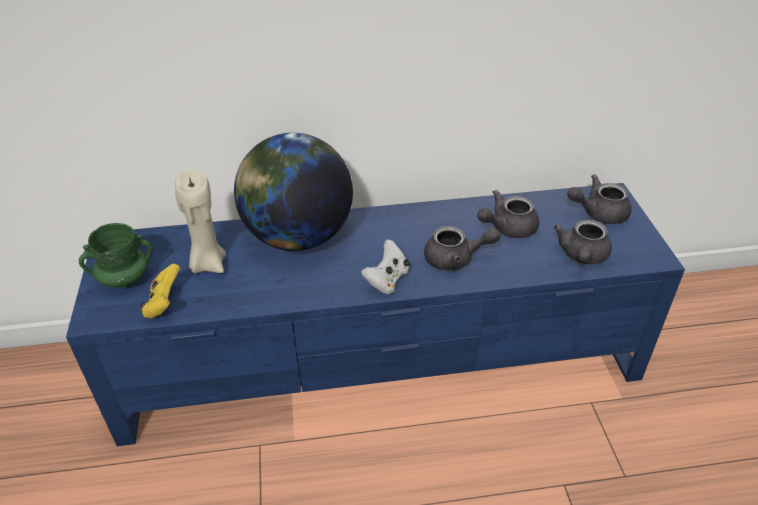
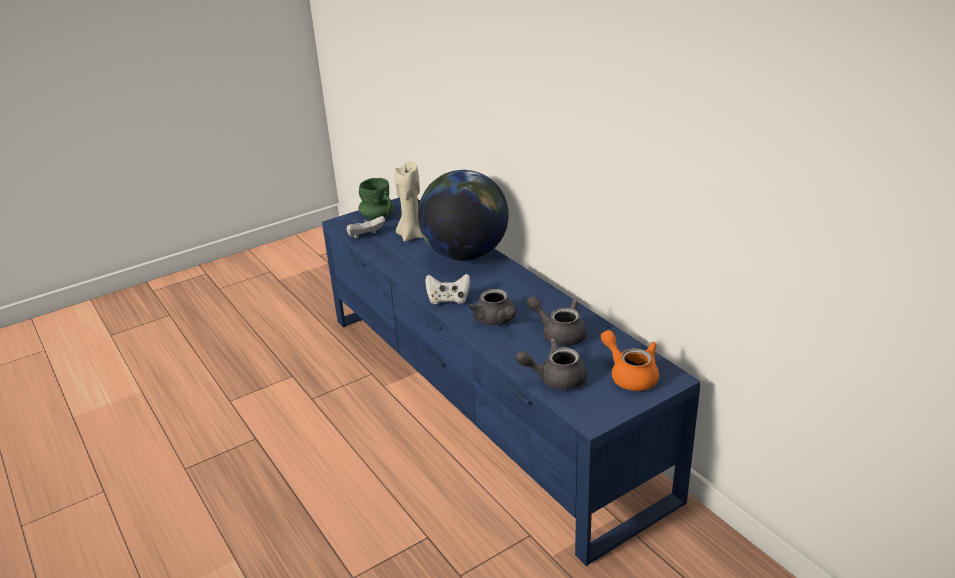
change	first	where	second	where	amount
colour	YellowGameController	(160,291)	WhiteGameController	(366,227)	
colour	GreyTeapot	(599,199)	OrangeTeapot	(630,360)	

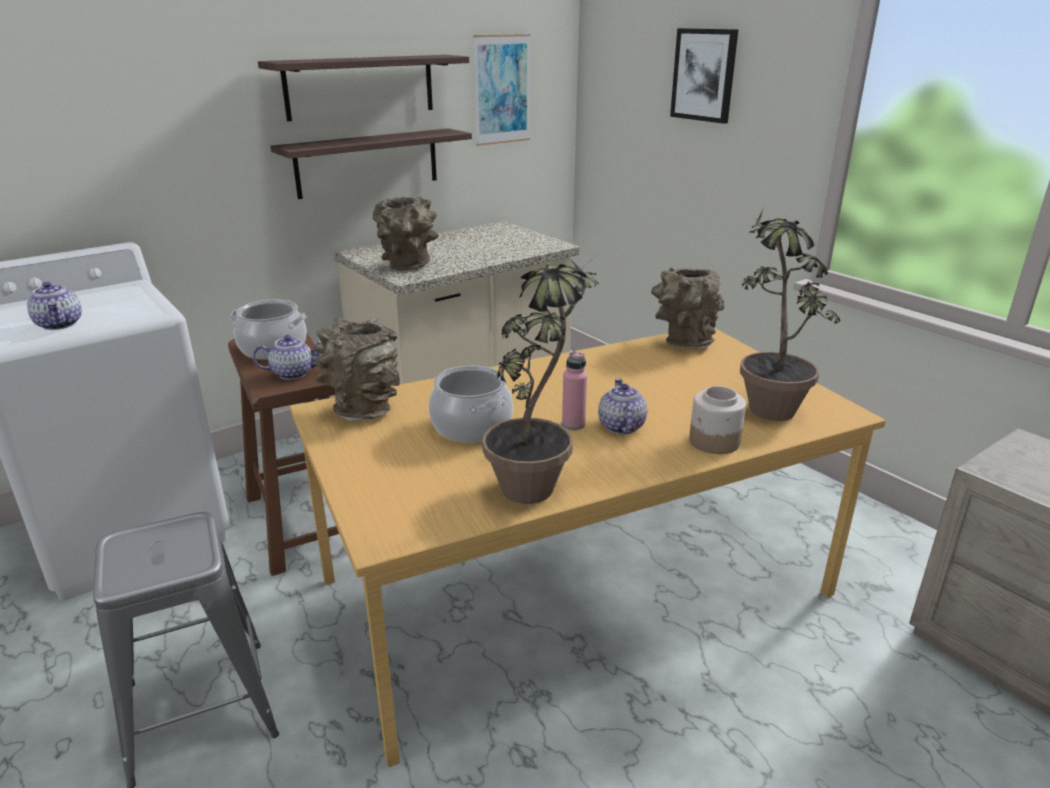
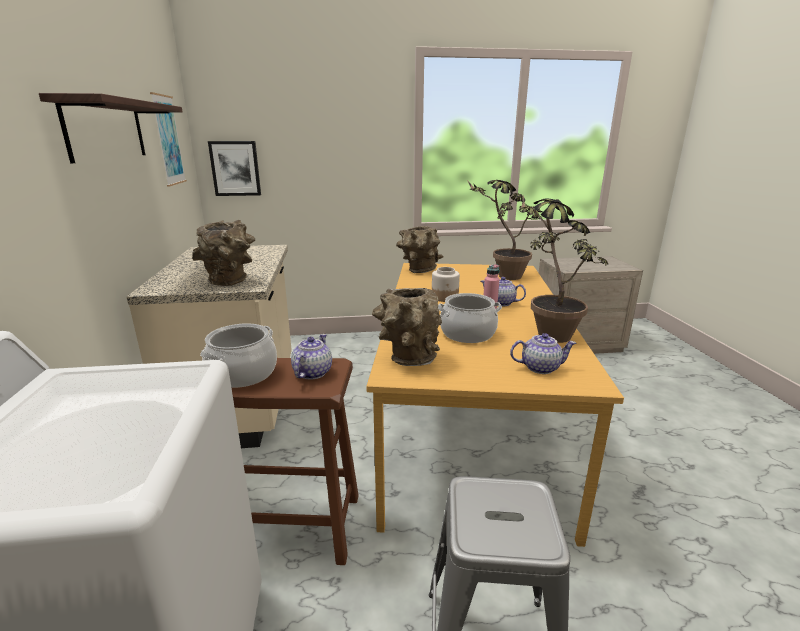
change	first	where	second	where	amount
missing	Shelf	(371,163)			
relocated	Teapot	(54,306)		(543,353)	
relocated	Picture	(704,76)		(234,168)	
relocated	Jar	(717,420)		(446,284)	

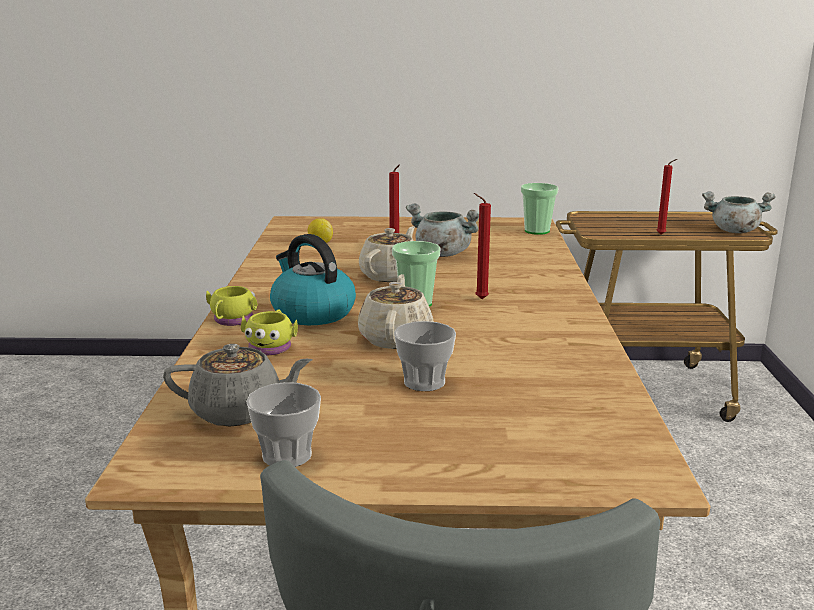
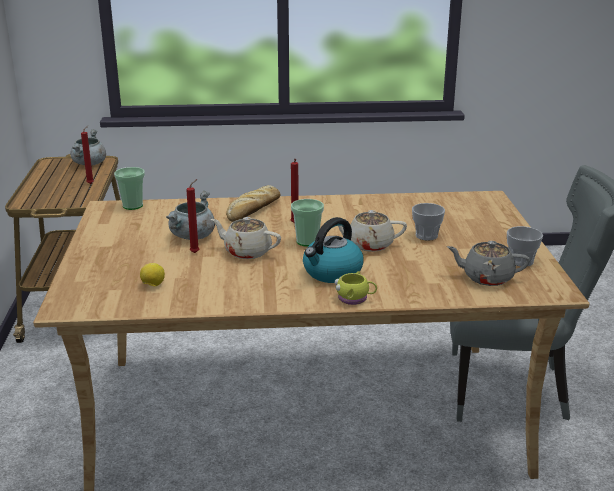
change	first	where	second	where	amount
missing	YellowMug	(269,332)			
appeared			Bread	(253,203)	
spun	GreyTeapot	(237,385)		(488,263)	75 degrees counterclockwise

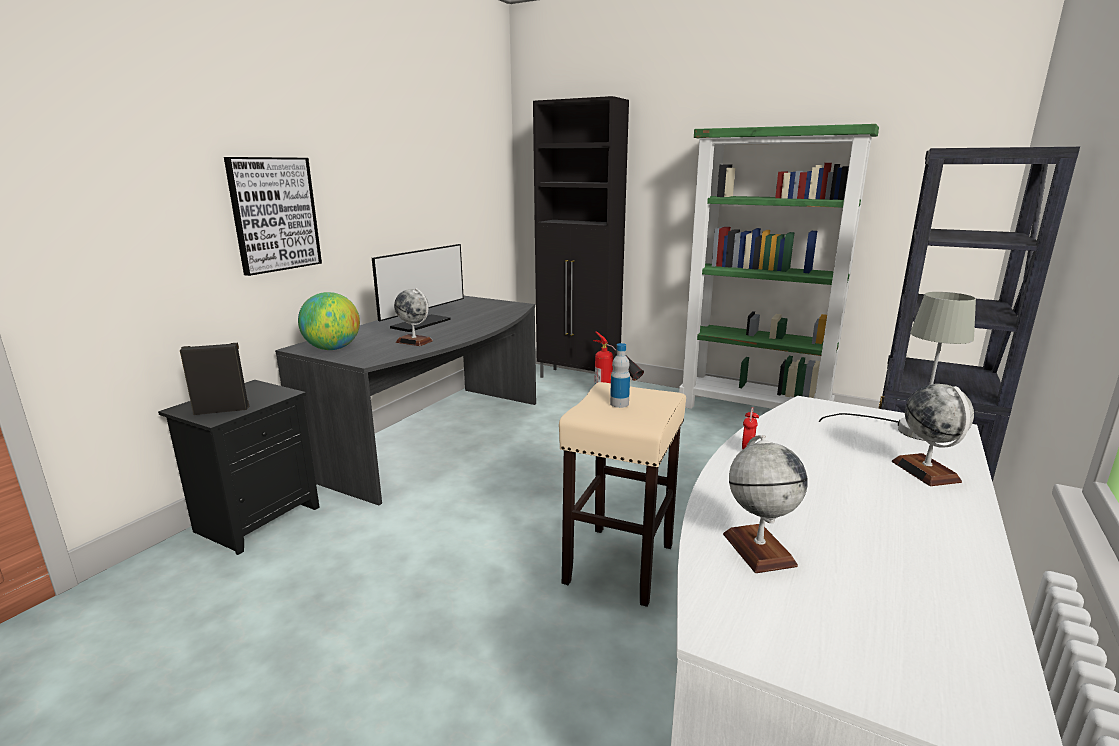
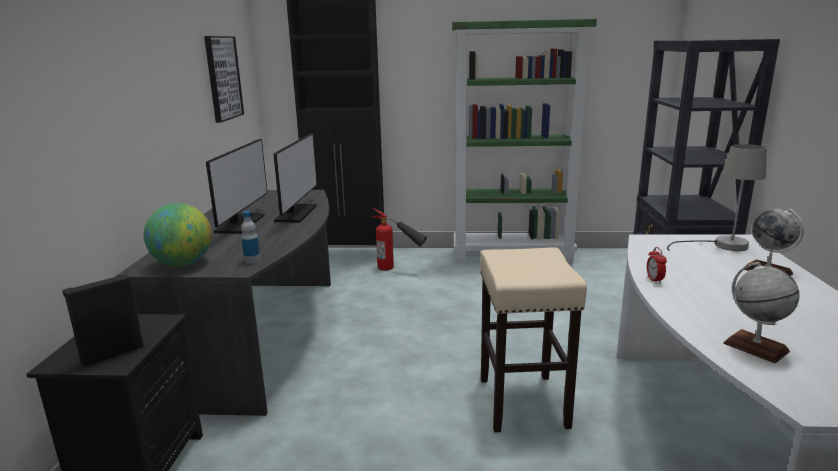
change	first	where	second	where	amount
missing	Globe	(413,317)			
appeared			Monitor	(295,178)	
relocated	Picture	(273,216)		(224,79)	
relocated	Bottle	(620,375)		(250,237)	

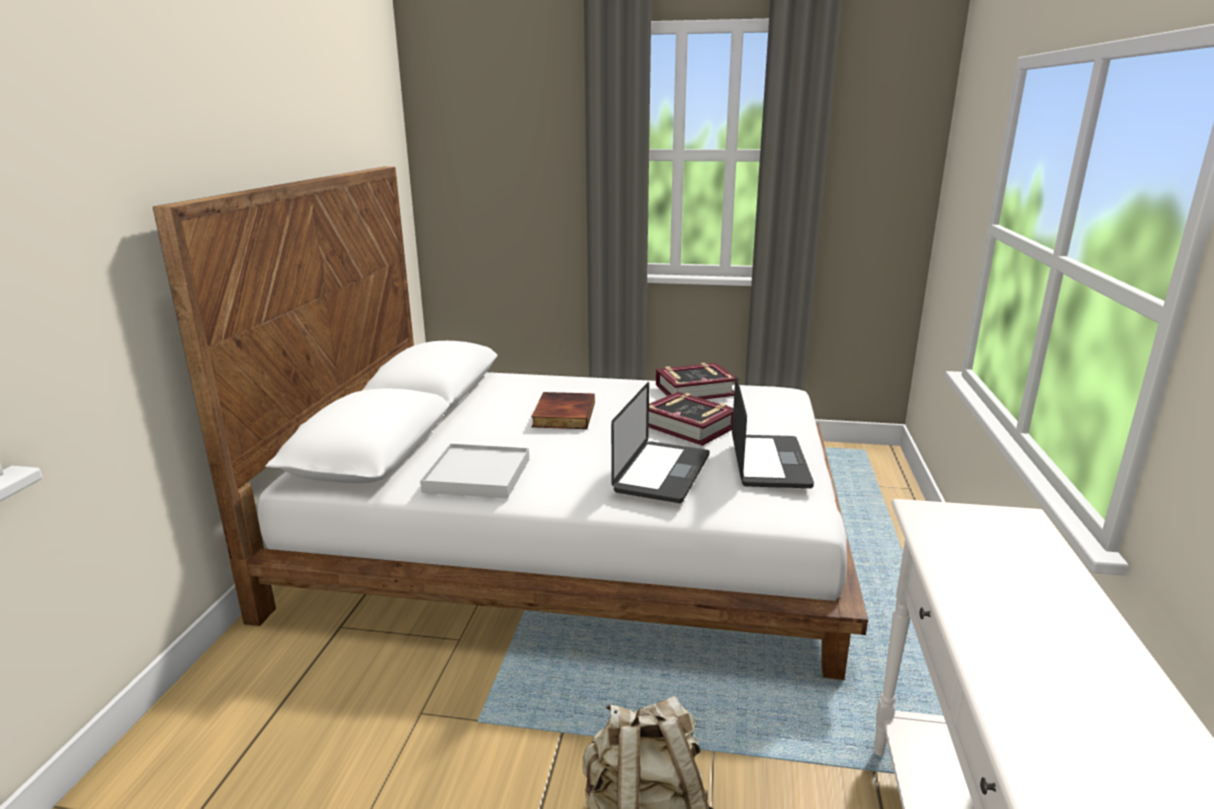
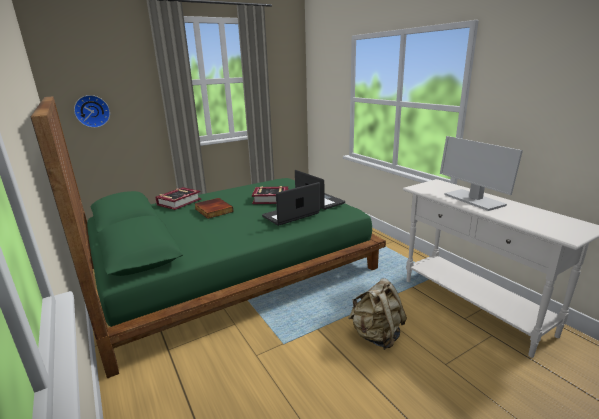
change	first	where	second	where	amount
missing	WhiteTray	(474,470)			
appeared			WallClock	(92,111)	
appeared			Monitor	(481,173)	
relocated	Book	(697,381)		(178,198)	
colour	WhiteBed	(510,423)	GreenBed	(208,237)	
spun	Laptop	(660,442)		(291,204)	105 degrees counterclockwise

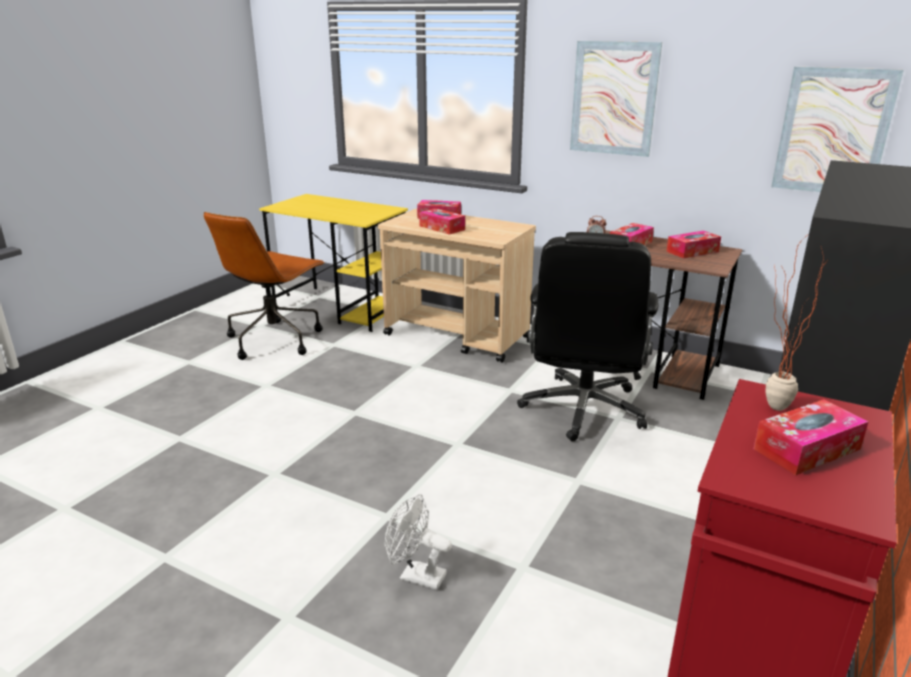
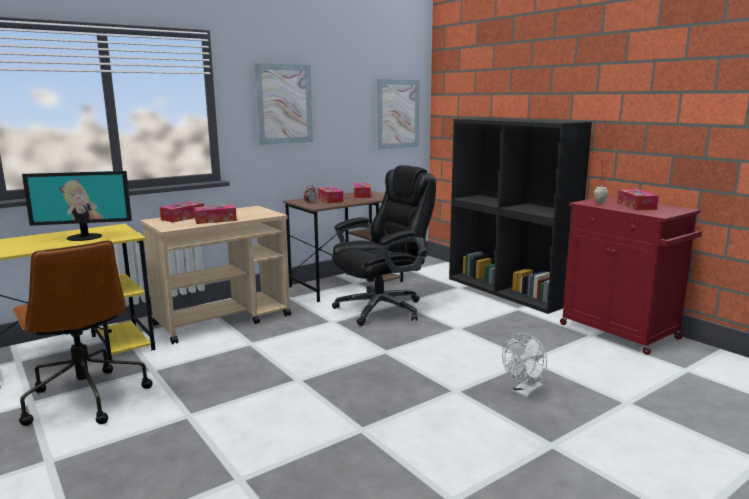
change	first	where	second	where	amount
appeared			Monitor	(77,206)	
spun	BlackOfficeChair	(587,337)		(384,245)	75 degrees counterclockwise

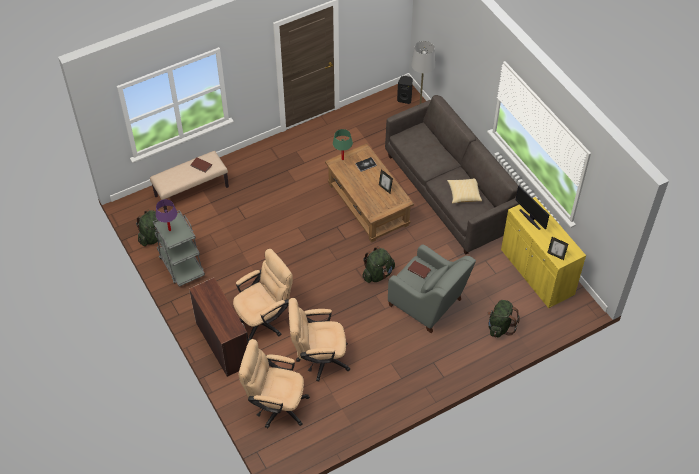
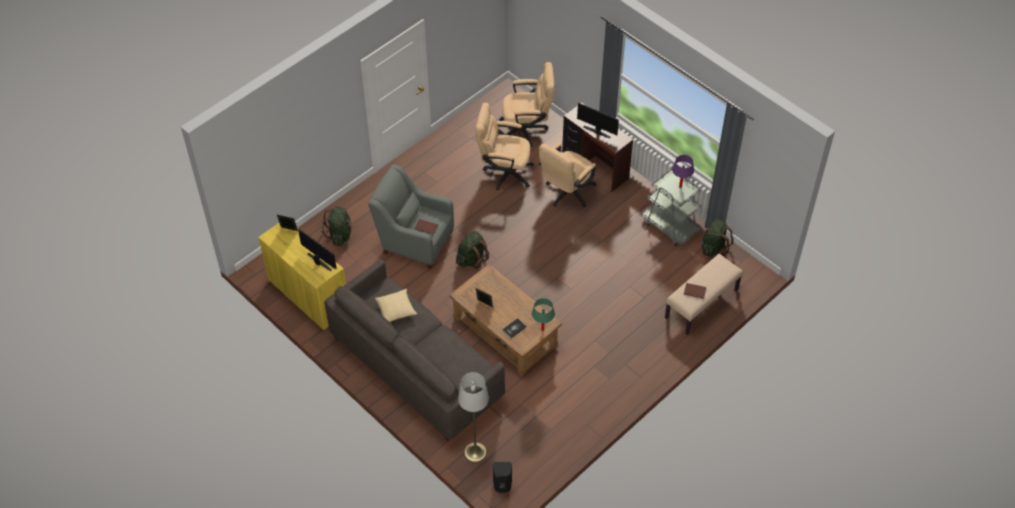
change	first	where	second	where	amount
appeared			Monitor	(598,120)	
spun	BeigeOfficeChair	(319,339)		(504,146)	150 degrees counterclockwise

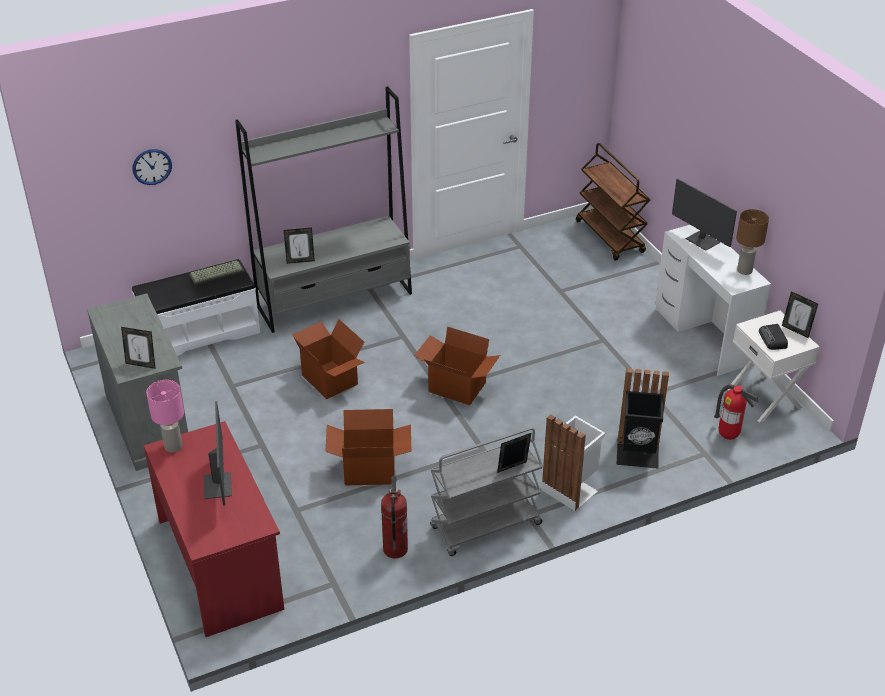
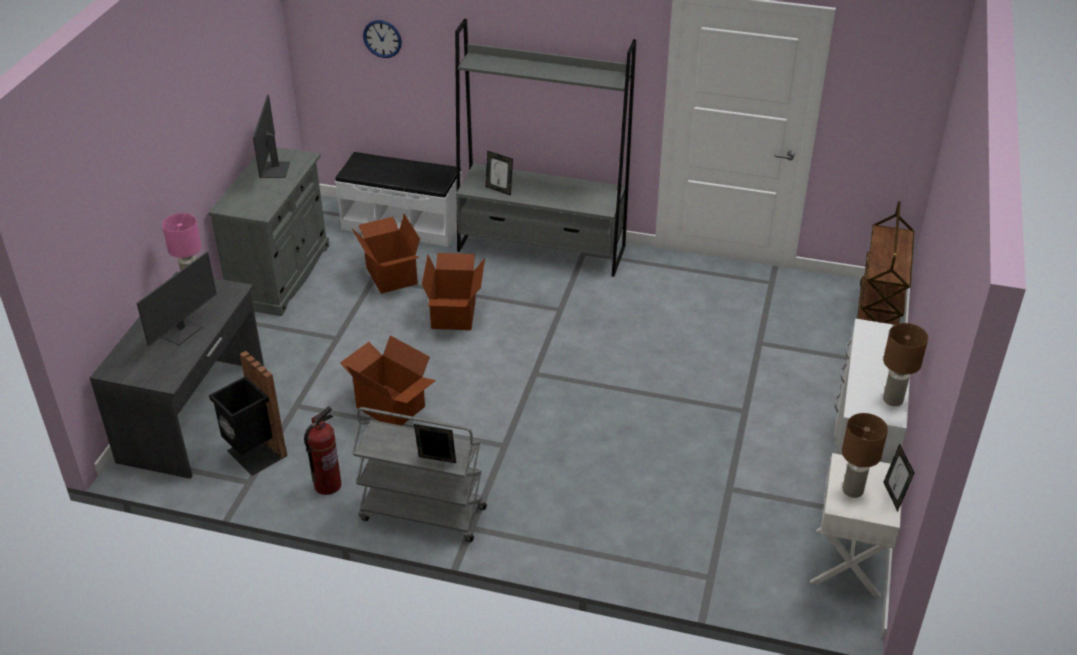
change	first	where	second	where	amount
missing	PictureFrame	(138,348)			
missing	Keyboard	(216,272)			
missing	WhiteTrashCan	(573,462)			
missing	FireExtinguisher	(736,412)			
relocated	CardboardBox	(457,366)		(385,254)	
relocated	BlackTrashCan	(642,418)		(248,413)	
relocated	Monitor	(704,214)		(271,136)	
exchanged	Radio	(773,337)	BrownTableLamp	(865,455)	
colour	RedDesk	(214,529)	GreyDesk	(177,375)	

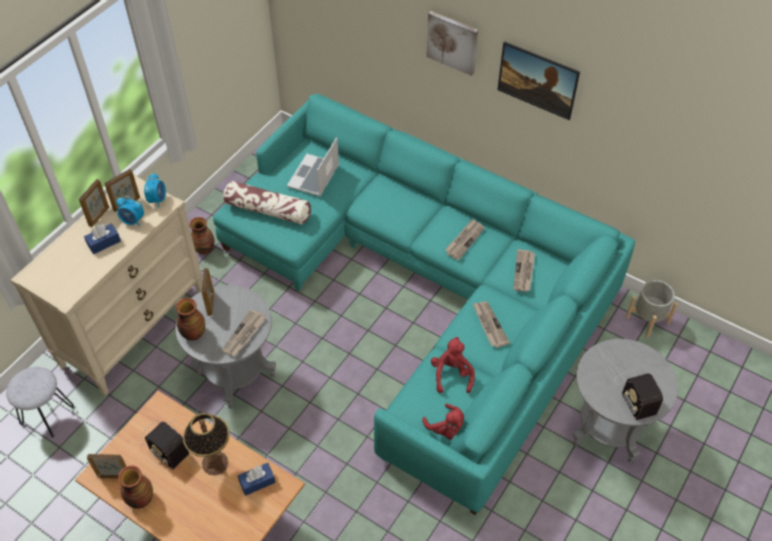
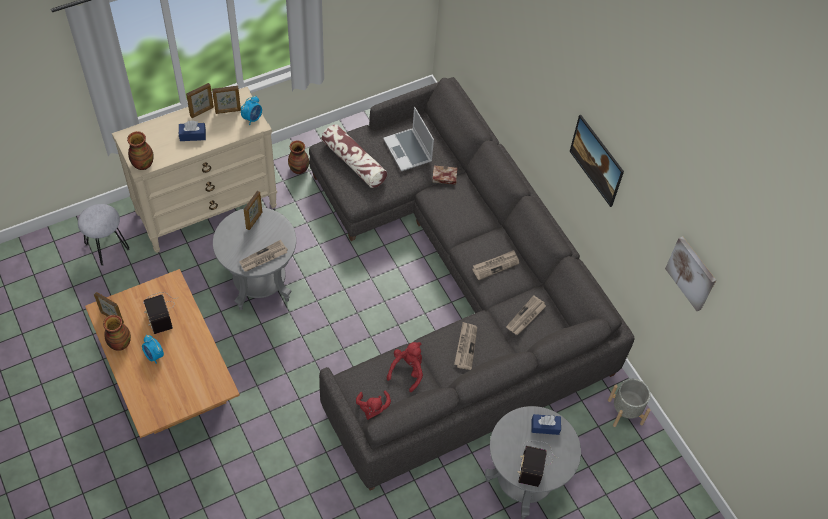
change	first	where	second	where	amount
missing	TableLamp	(206,444)			
appeared			Book	(444,175)	
relocated	AlarmClock	(130,211)		(153,349)	
relocated	Vase	(190,319)		(140,150)	
relocated	BlueTissueBox	(257,479)		(546,424)	
relocated	Picture	(452,43)		(690,273)	
colour	TurquoiseSofa	(424,304)	GreySofa	(472,284)	
spun	Laptop	(313,167)		(408,139)	75 degrees counterclockwise

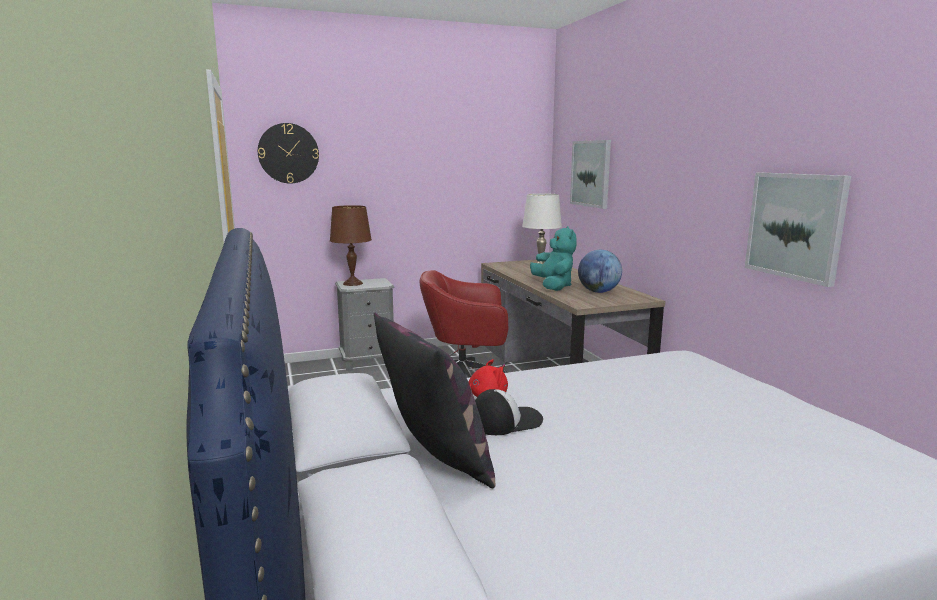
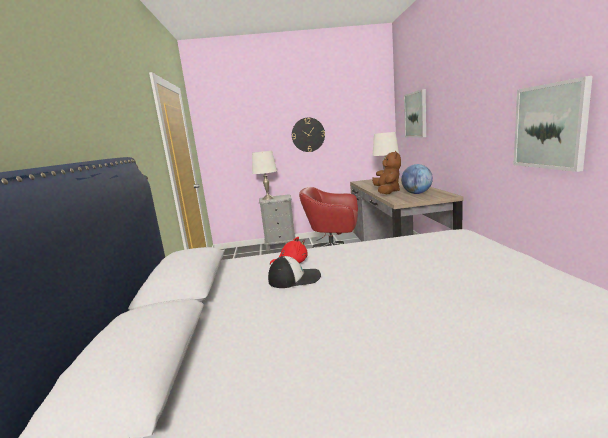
change	first	where	second	where	amount
missing	Pillow	(434,400)			
relocated	WallClock	(288,153)		(308,134)	
colour	BrownTableLamp	(351,245)	WhiteTableLamp	(264,175)	
colour	TurquoisePlushToy	(553,258)	BrownPlushToy	(386,172)	

